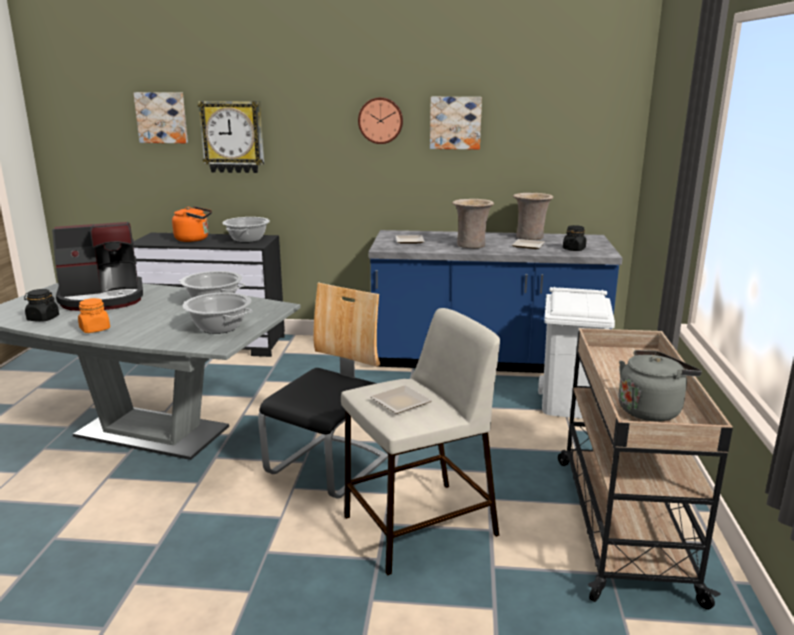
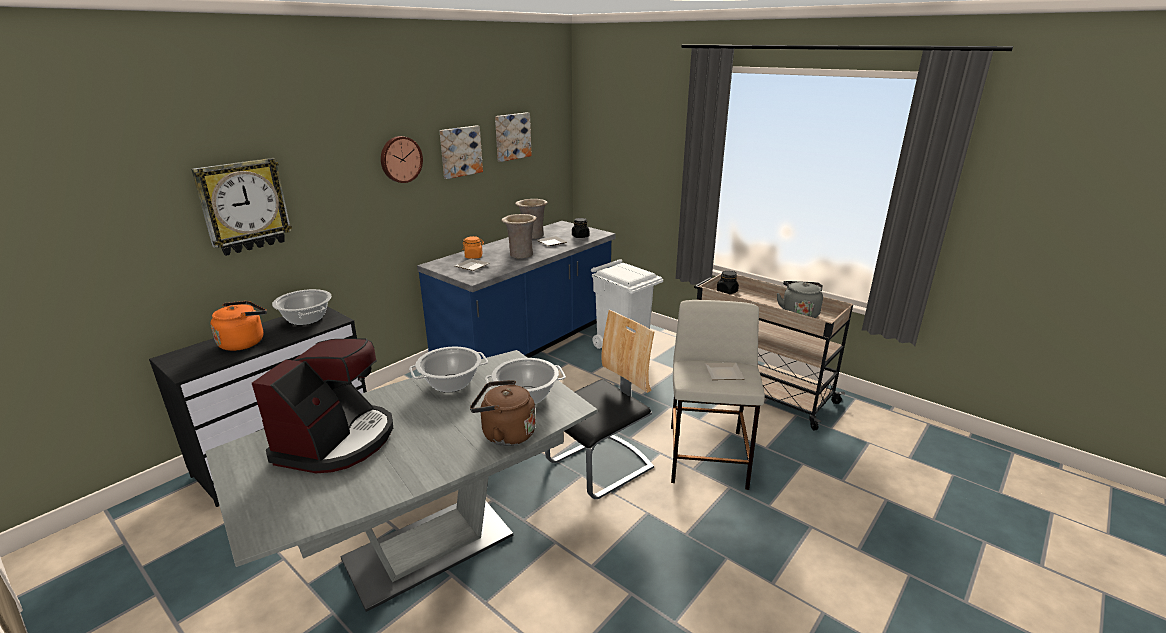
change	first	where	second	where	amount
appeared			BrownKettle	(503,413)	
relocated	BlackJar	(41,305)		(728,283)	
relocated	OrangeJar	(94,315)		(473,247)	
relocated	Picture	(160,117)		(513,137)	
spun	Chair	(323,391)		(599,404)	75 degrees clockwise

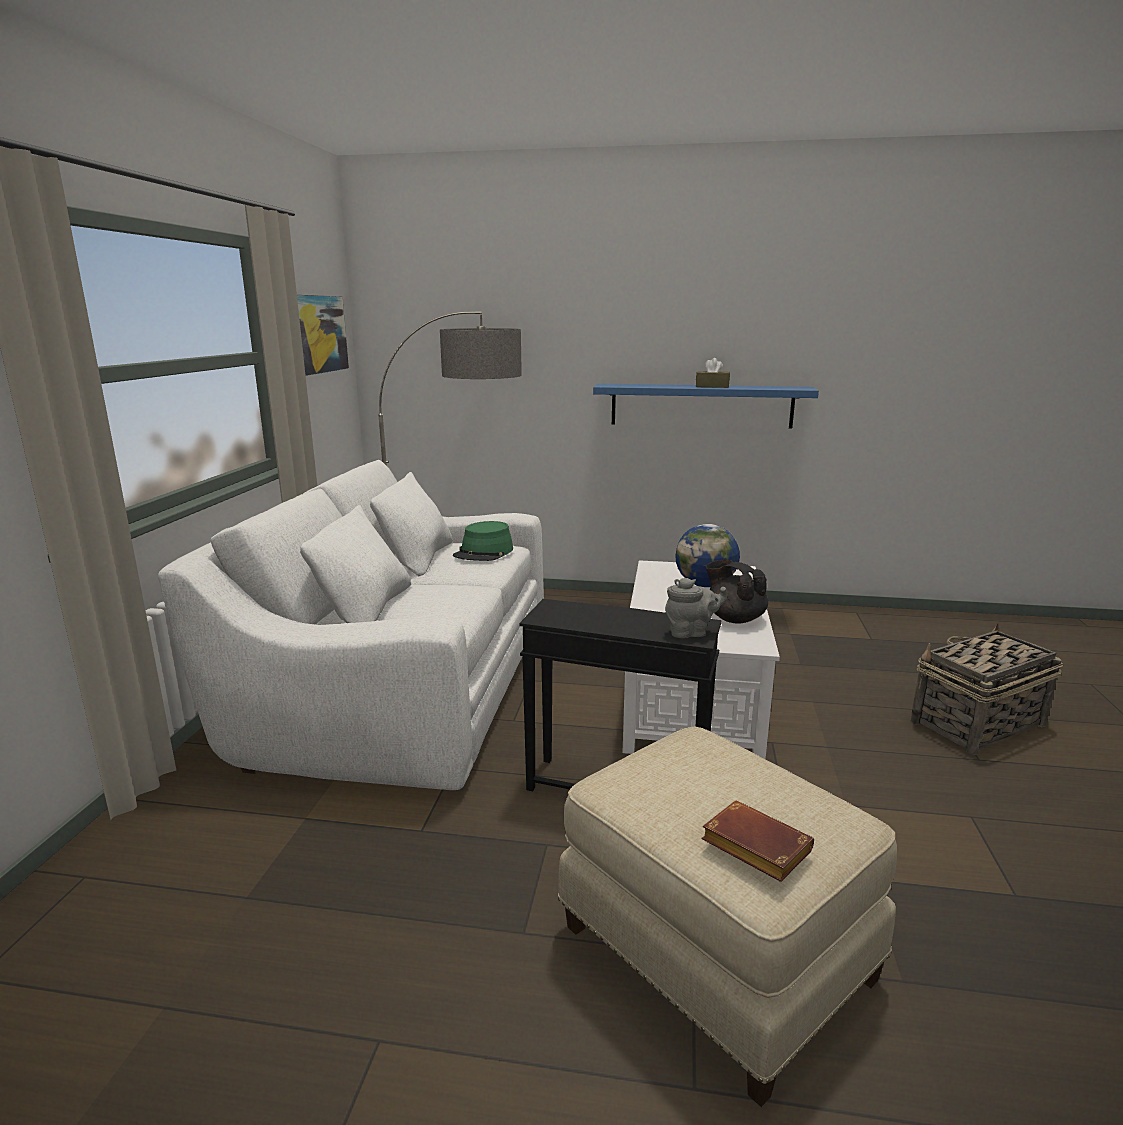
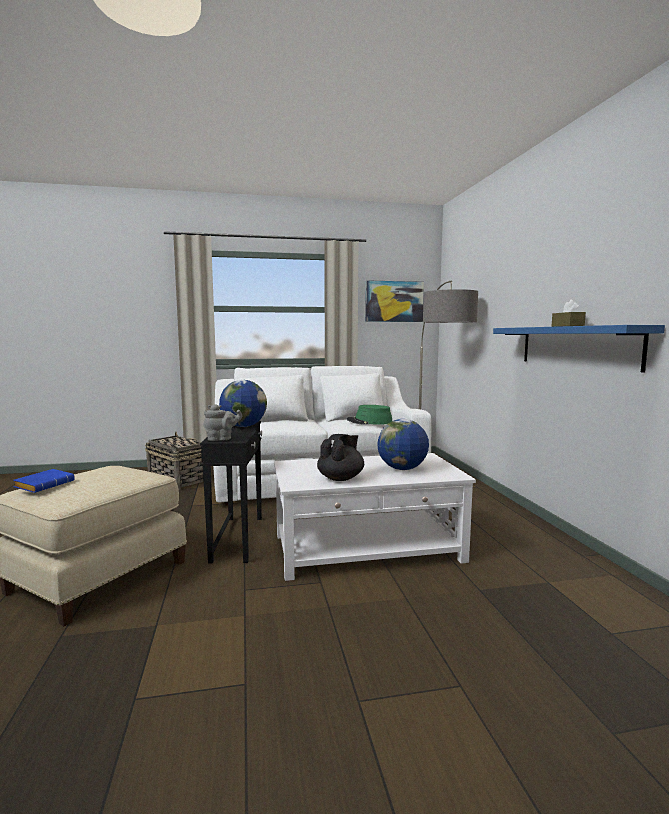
change	first	where	second	where	amount
appeared			Globe	(243,403)	
relocated	Basket	(987,689)		(174,461)	
colour	BrownBook	(757,841)	BlueBook	(44,481)	
spun	GreyTeapot	(696,608)		(222,422)	75 degrees counterclockwise

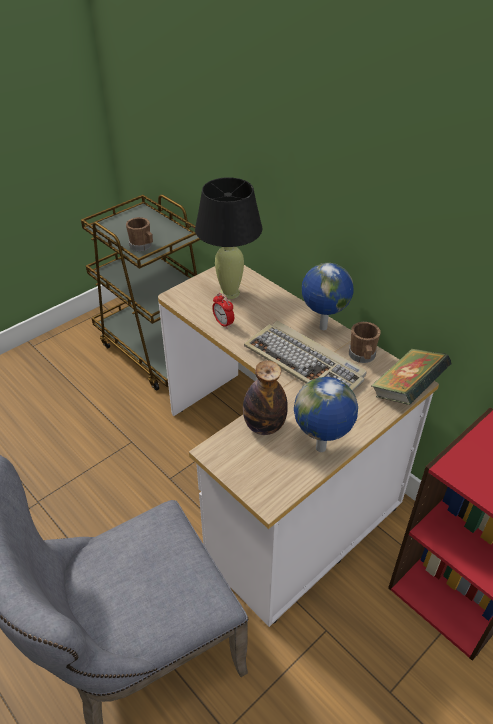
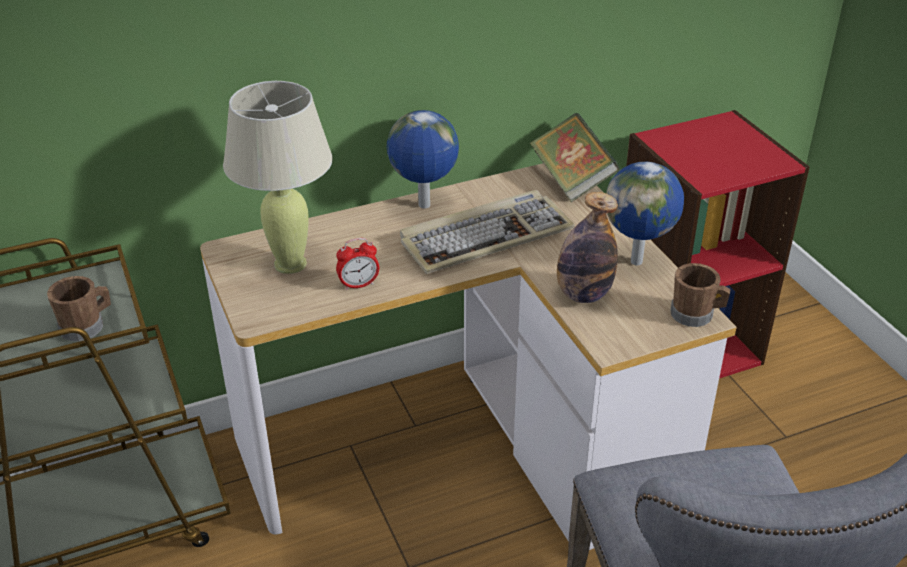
change	first	where	second	where	amount
relocated	BrownMug	(365,342)		(700,295)	
colour	BlackTableLamp	(229,238)	BeigeTableLamp	(278,177)	

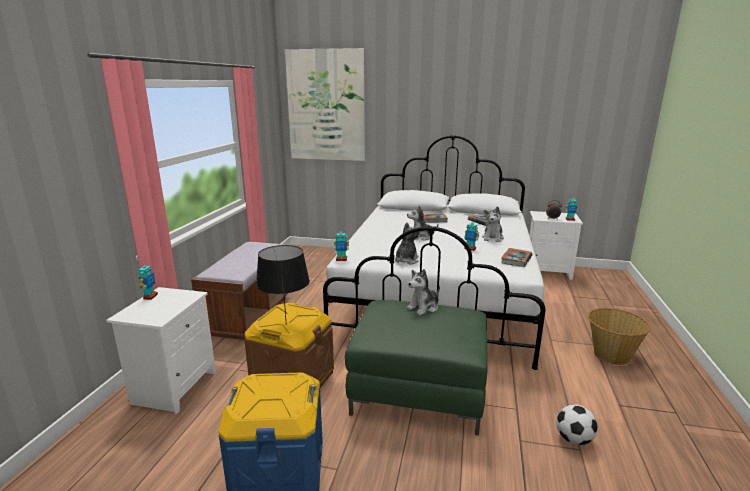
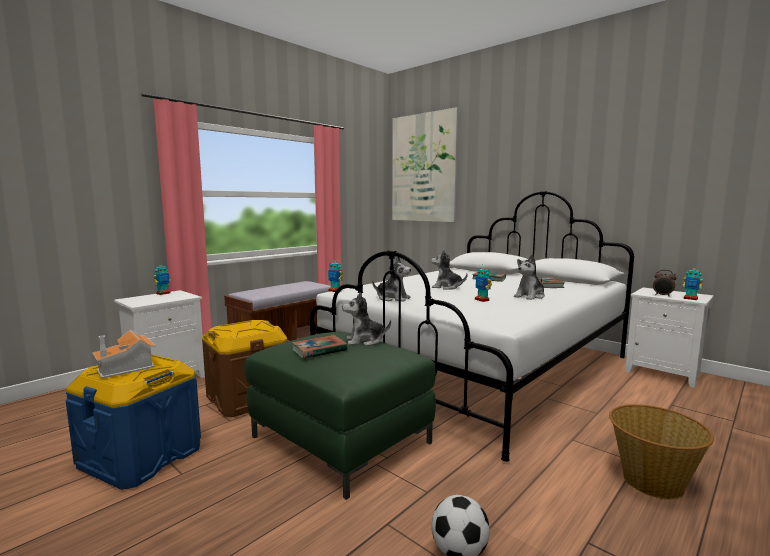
change	first	where	second	where	amount
missing	BlackTableLamp	(283,285)			
appeared			ToyHouse	(124,354)	
relocated	Book	(516,257)		(319,347)	
spun	PlushToy	(407,243)		(391,279)	60 degrees clockwise

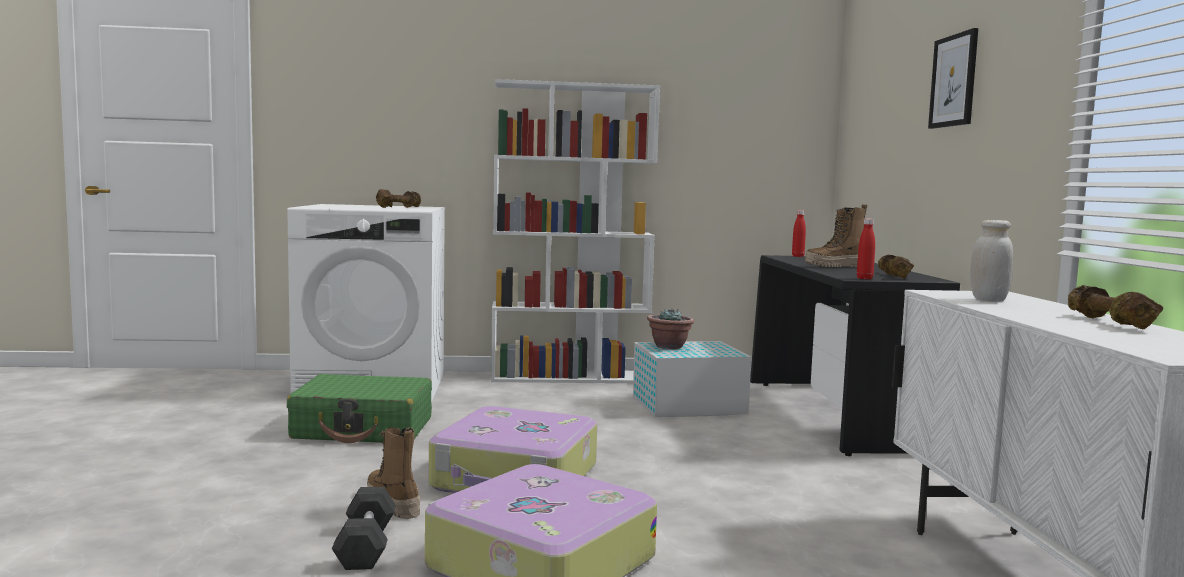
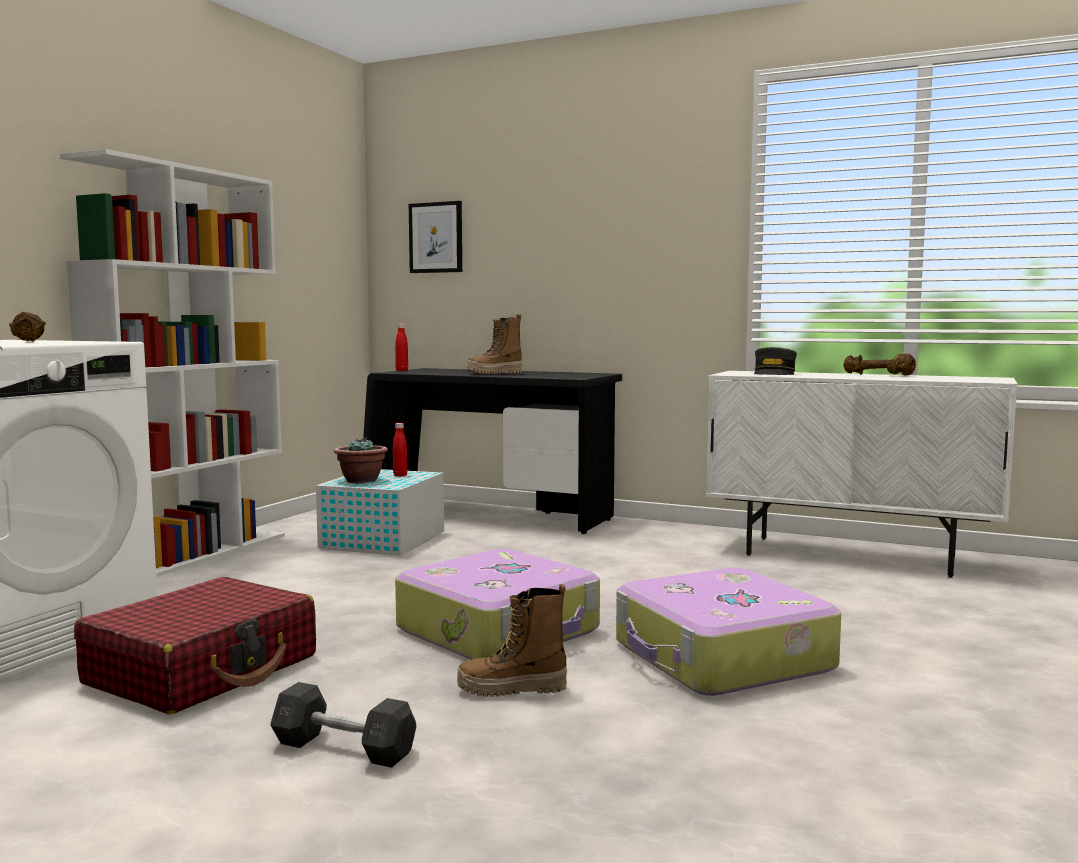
change	first	where	second	where	amount
missing	BrownDumbbell	(896,266)			
relocated	GreyDumbbell	(364,528)		(343,725)	
relocated	RedBottle	(866,249)		(400,450)	
relocated	Picture	(953,78)		(435,237)	
exchanged	WhiteJar	(991,261)	GreyCap	(775,361)	
colour	GreenSuitcase	(359,408)	RedSuitcase	(195,645)	
spun	Boot	(836,235)		(494,344)	45 degrees clockwise

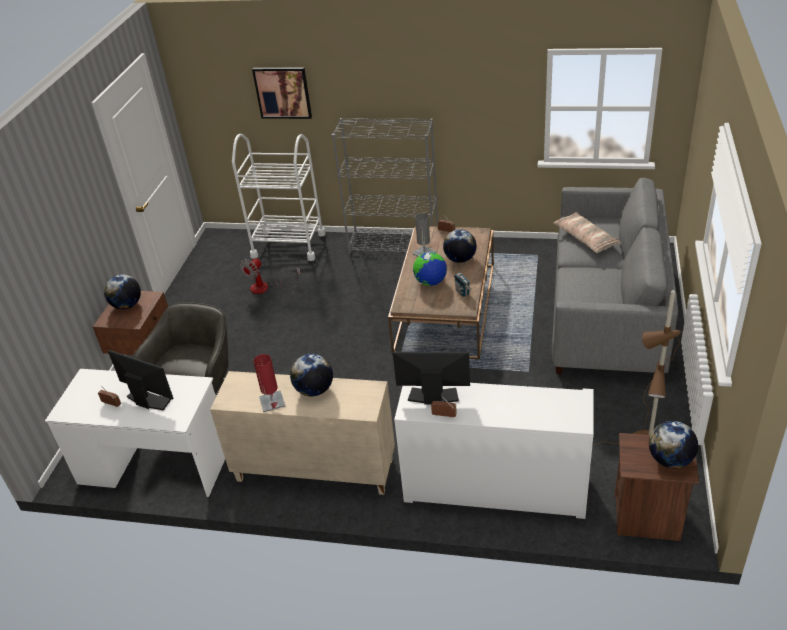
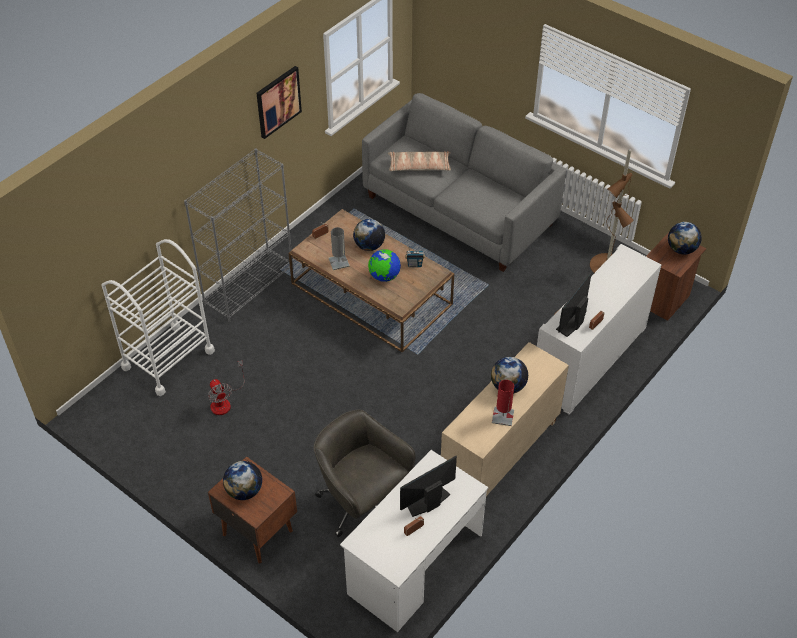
change	first	where	second	where	amount
relocated	Picture	(282,93)		(279,102)	

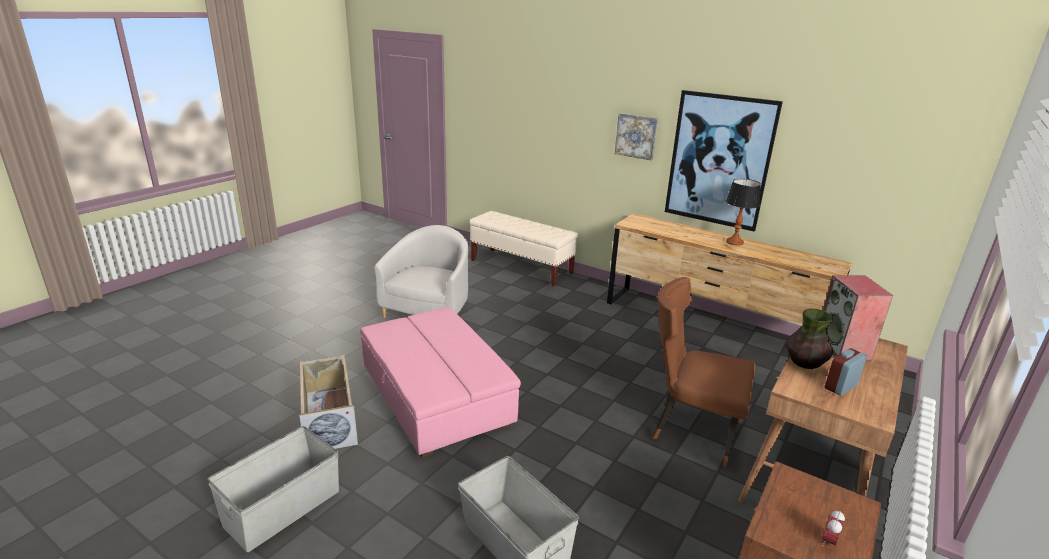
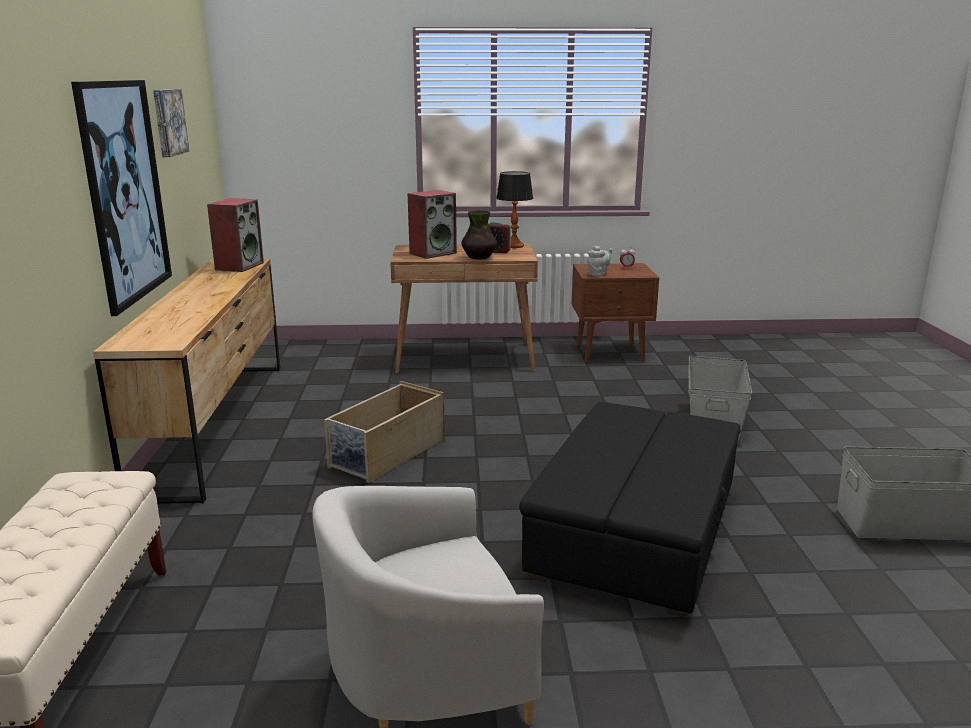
change	first	where	second	where	amount
missing	BrownChair	(703,372)			
appeared			Speaker	(235,235)	
appeared			GreyTeapot	(599,261)	
relocated	BeigeStorageBox	(328,402)		(384,432)	
relocated	Picture	(636,136)		(171,123)	
relocated	TableLamp	(743,212)		(514,209)	
colour	PinkOttoman	(440,382)	BlackOttoman	(630,510)	

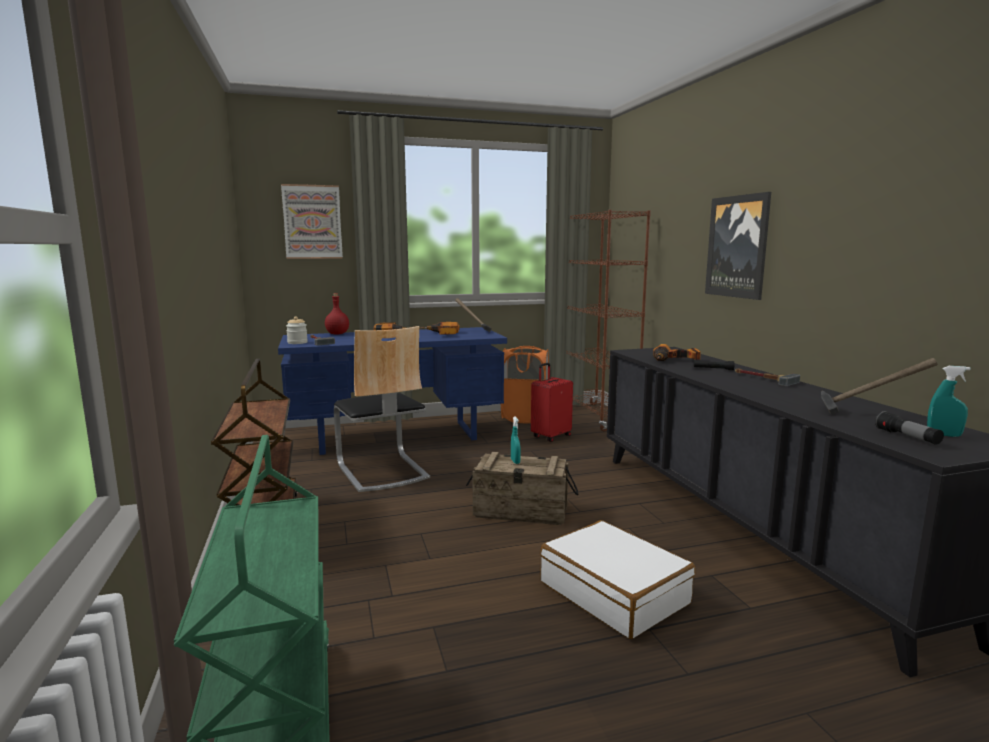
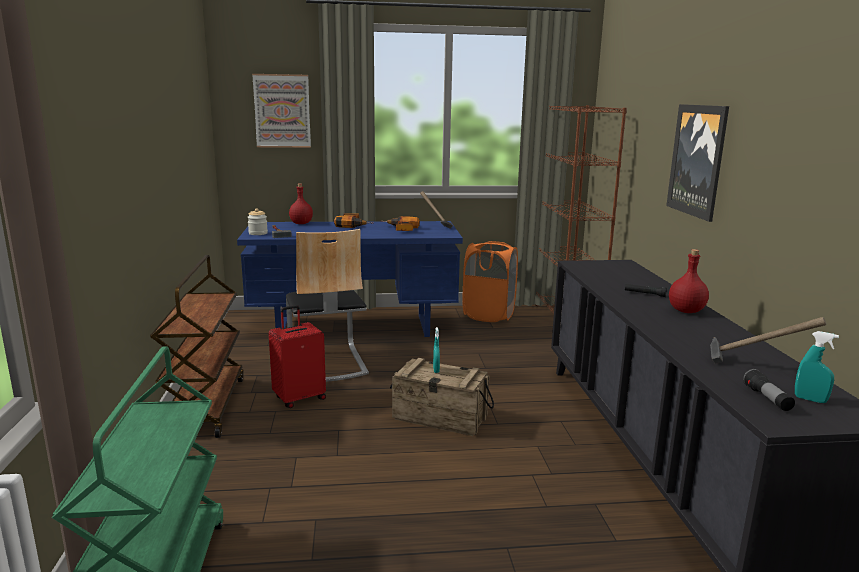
change	first	where	second	where	amount
missing	WhiteSuitcase	(617,579)			
missing	PowerDrill	(677,352)			
relocated	RedSuitcase	(552,402)		(297,356)	
exchanged	Hammer	(767,377)	RedBottle	(689,281)	

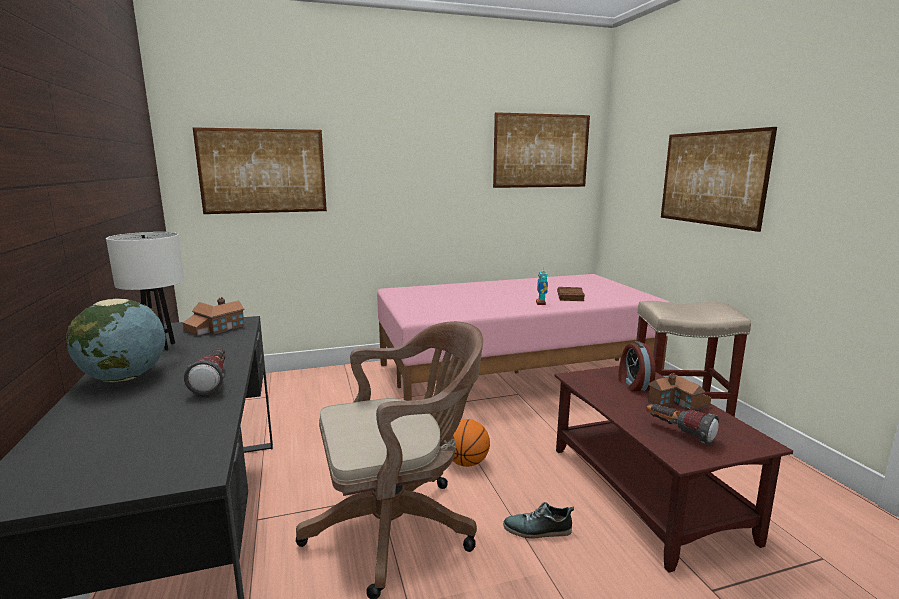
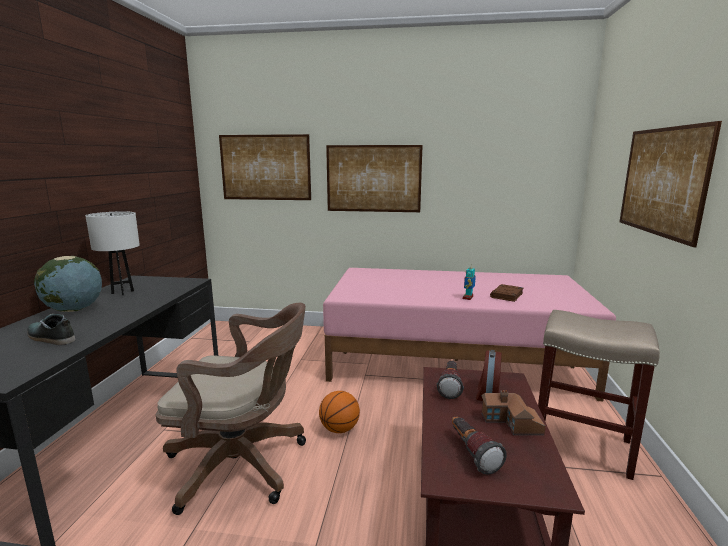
change	first	where	second	where	amount
missing	ToyHouse	(214,316)			
relocated	Flashlight	(205,371)		(450,379)	
relocated	Picture	(541,150)		(374,178)	
relocated	Shoe	(538,520)		(51,329)	

